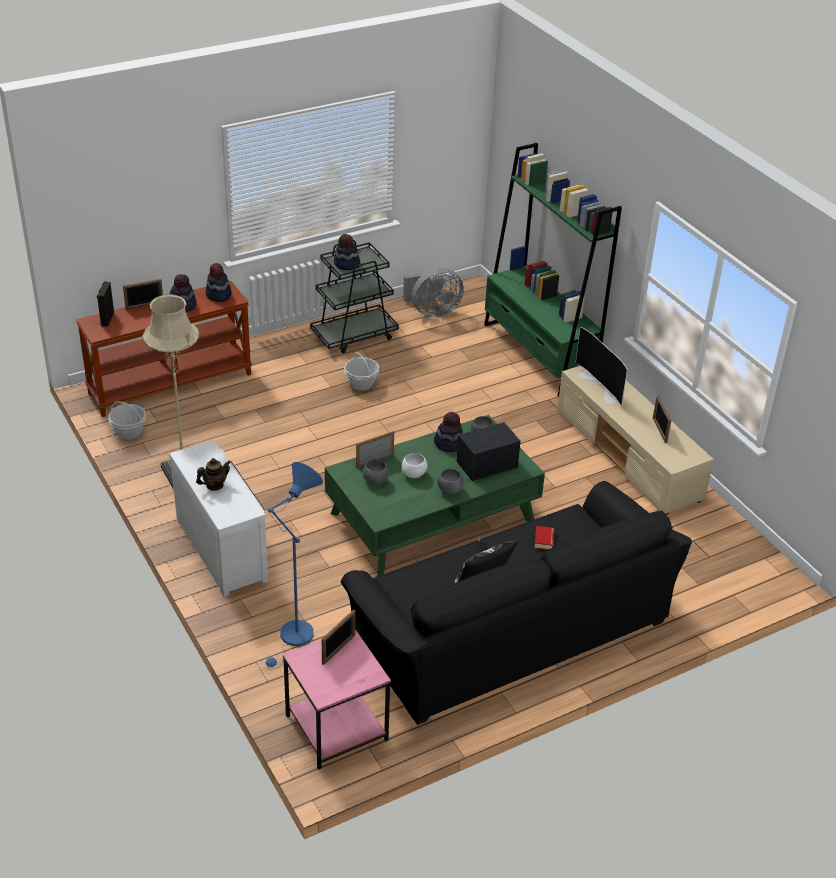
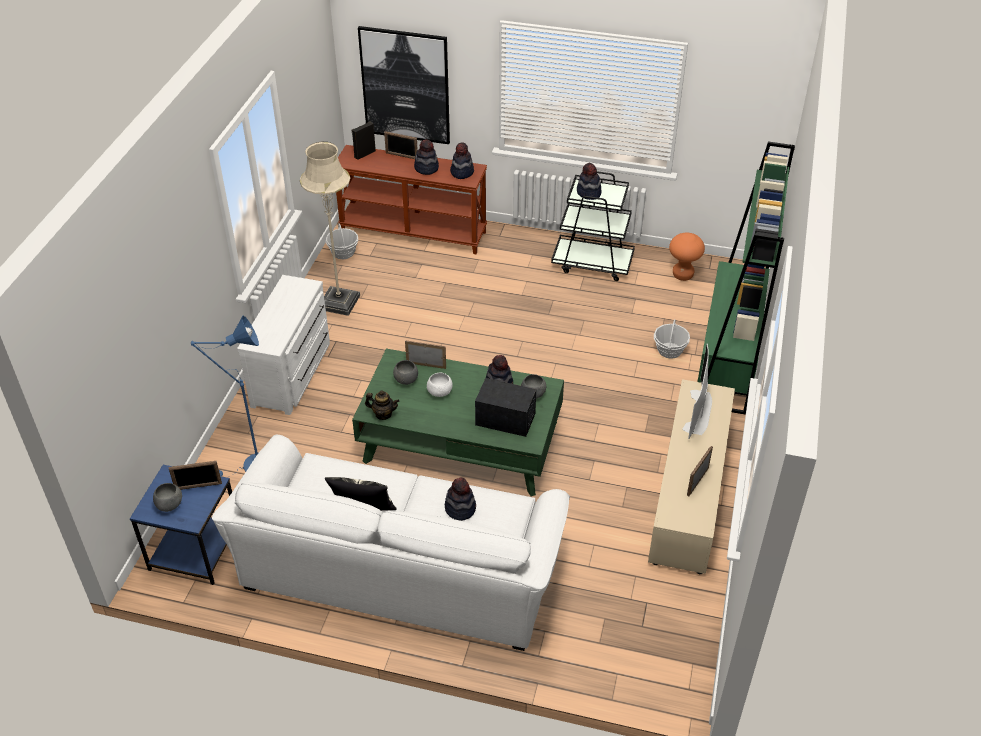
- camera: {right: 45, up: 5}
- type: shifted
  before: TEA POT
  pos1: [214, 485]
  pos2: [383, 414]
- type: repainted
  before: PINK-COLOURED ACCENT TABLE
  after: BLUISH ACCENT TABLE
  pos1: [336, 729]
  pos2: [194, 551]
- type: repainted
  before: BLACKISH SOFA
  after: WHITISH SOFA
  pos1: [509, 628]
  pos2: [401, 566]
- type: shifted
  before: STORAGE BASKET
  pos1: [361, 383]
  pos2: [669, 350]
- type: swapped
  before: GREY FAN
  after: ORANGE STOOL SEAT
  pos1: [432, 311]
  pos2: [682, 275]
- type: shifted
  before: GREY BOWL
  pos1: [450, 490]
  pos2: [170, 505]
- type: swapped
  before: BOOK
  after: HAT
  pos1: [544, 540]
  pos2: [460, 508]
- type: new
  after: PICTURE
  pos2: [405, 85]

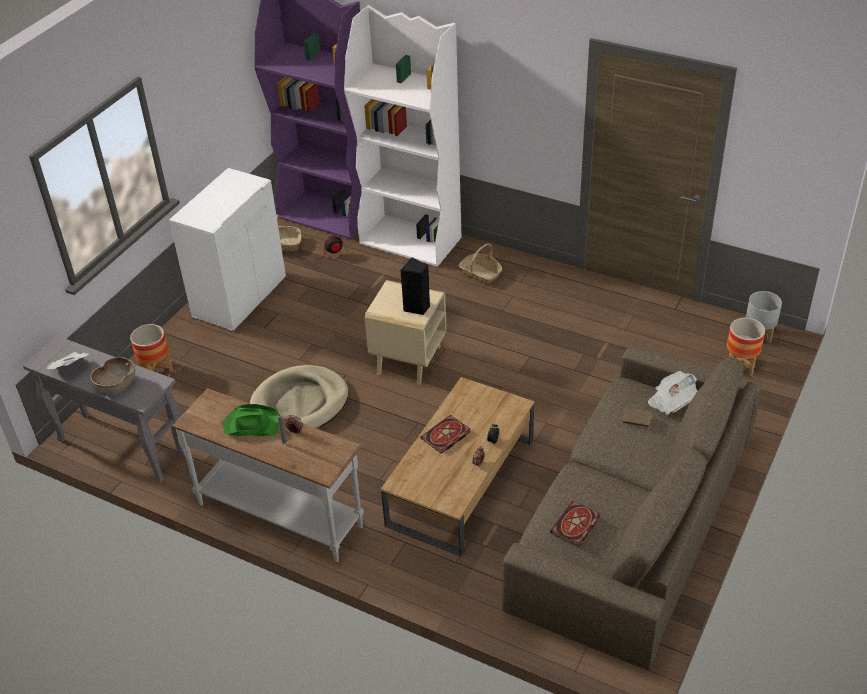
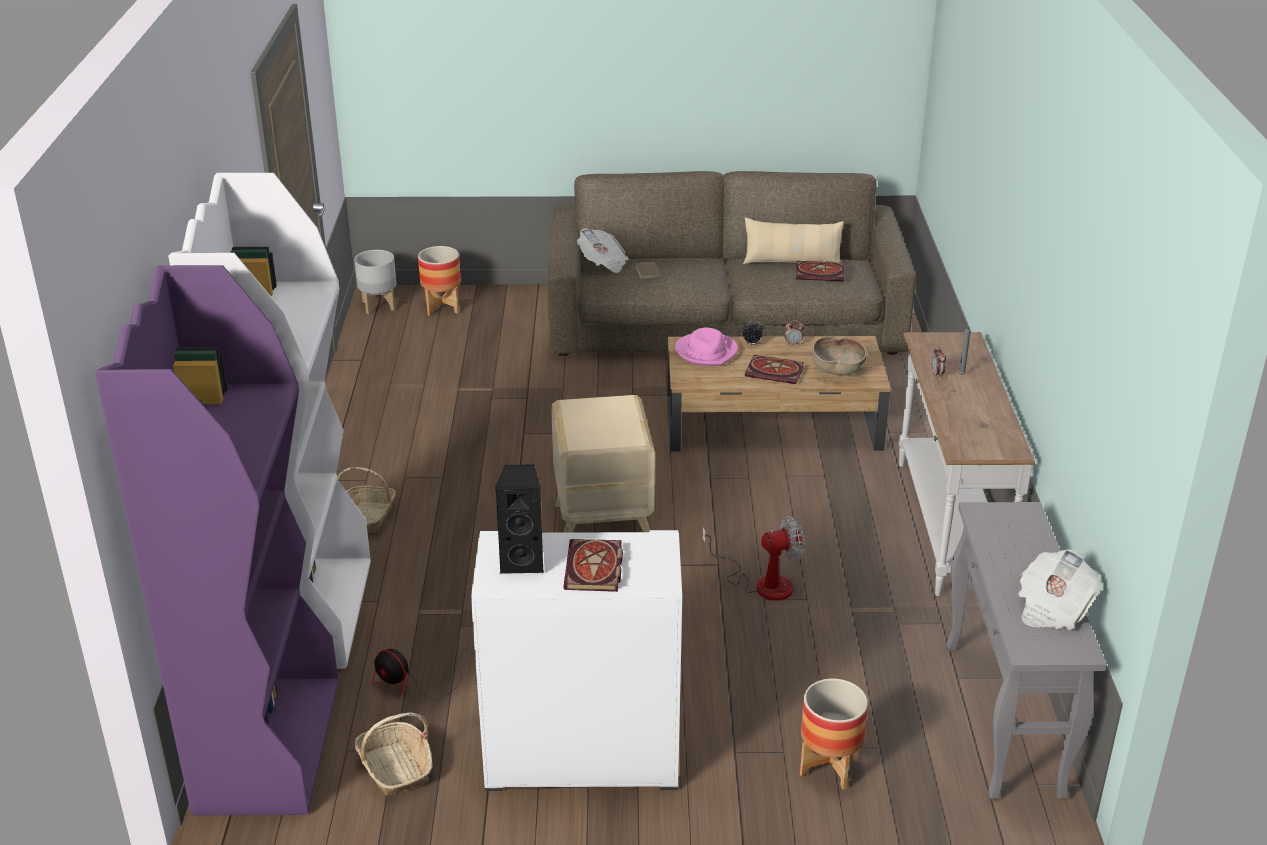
- camera: {right: -120, up: -10}
- type: shifted
  before: BROWN BOWL
  pos1: [117, 385]
  pos2: [837, 370]
- type: gone
  before: GREEN HAT
  pos1: [251, 424]
- type: swapped
  before: BEIGE DOG CUSHION
  after: FAN
  pos1: [300, 403]
  pos2: [762, 583]
- type: shifted
  before: BLACKISH AUDIO SPEAKER
  pos1: [417, 308]
  pos2: [523, 562]
- type: new
  after: BOOK
  pos2: [595, 569]
- type: new
  after: PINK-COLOURED HAT
  pos2: [707, 352]
- type: new
  after: BEIGE PILLOW
  pos2: [792, 262]

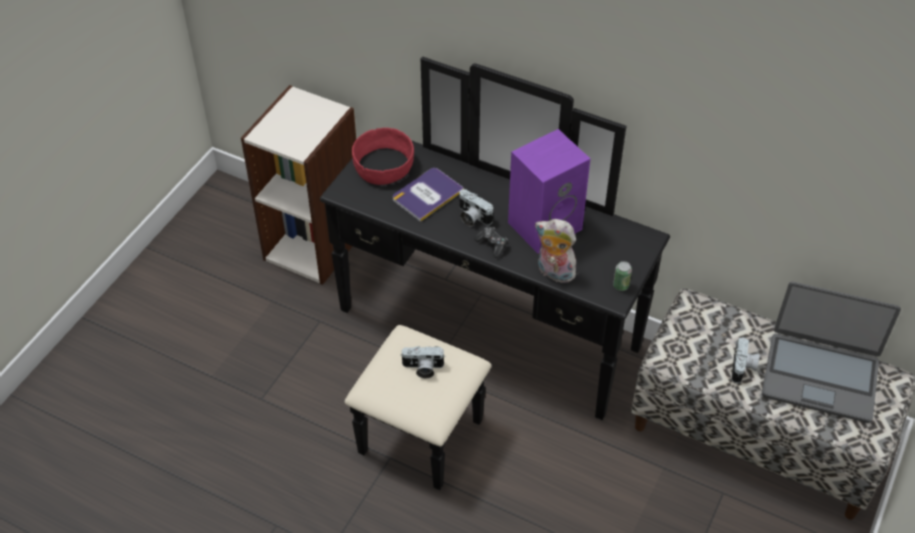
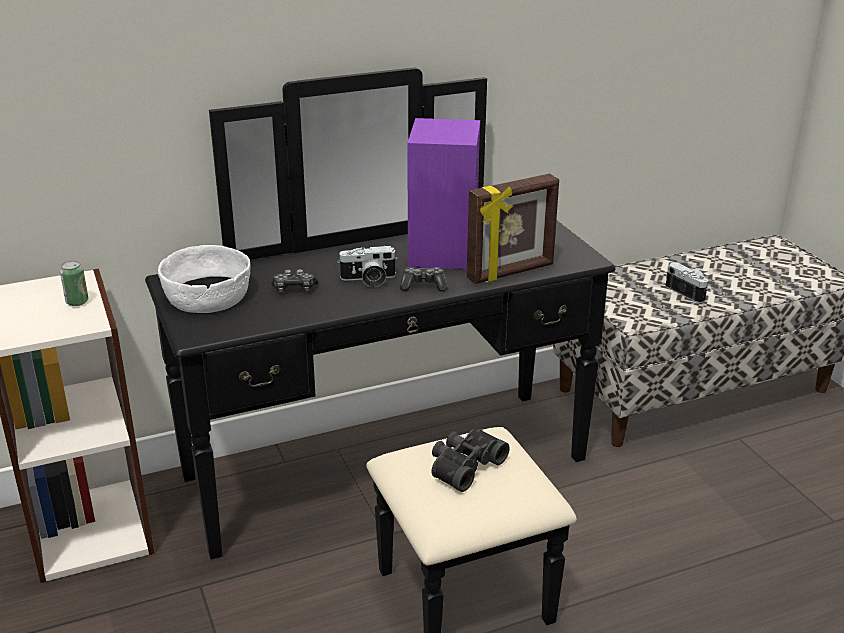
- camera: {right: -50, up: -20}
- type: repainted
  before: REDDISH BOWL
  after: WHITISH BOWL
  pos1: [384, 165]
  pos2: [206, 294]
- type: swapped
  before: BOOK
  after: JOYPAD
  pos1: [427, 194]
  pos2: [294, 289]
- type: swapped
  before: STILL CAMERA
  after: BLACKISH PAIR OF BINOCULARS
  pos1: [422, 368]
  pos2: [464, 466]
- type: swapped
  before: PLUSH TOY
  after: STANDING FRAME
  pos1: [554, 273]
  pos2: [511, 272]
- type: shifted
  before: SEALED CAN
  pos1: [621, 285]
  pos2: [77, 302]
- type: gone
  before: NOTEBOOK COMPUTER
  pos1: [820, 376]

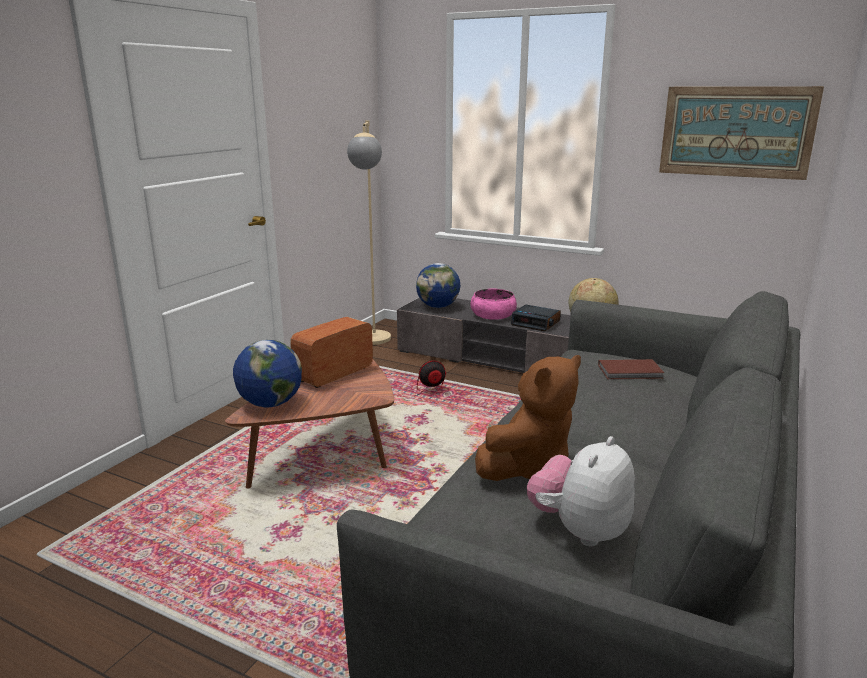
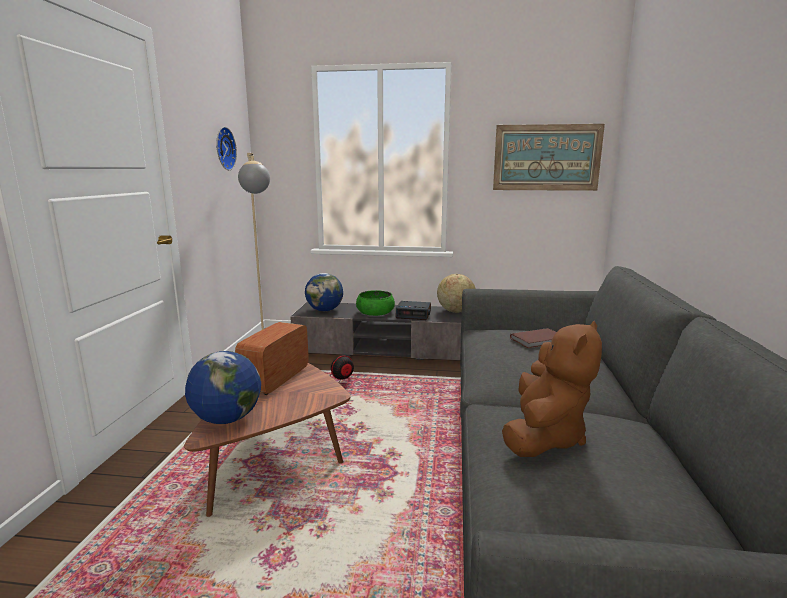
- camera: {right: -20, up: -5}
- type: repainted
  before: PINK-COLOURED BOWL
  after: GREEN BOWL
  pos1: [493, 315]
  pos2: [375, 312]
- type: gone
  before: PLUSH TOY
  pos1: [580, 530]
- type: new
  after: HANGING CLOCK
  pos2: [223, 148]

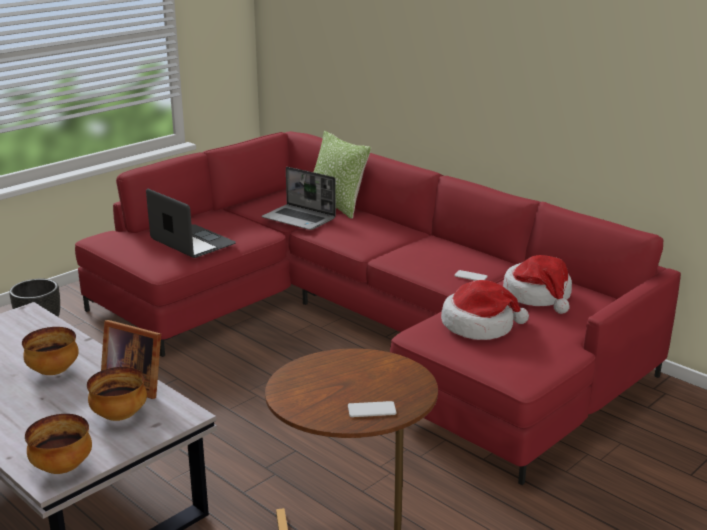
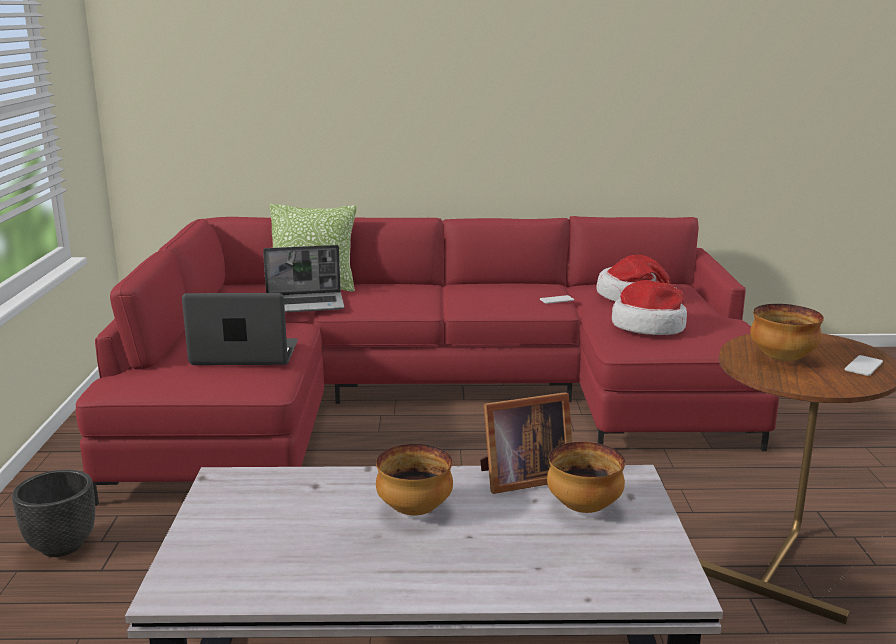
- camera: {right: -45, up: -5}
- type: shifted
  before: BOWL
  pos1: [63, 467]
  pos2: [782, 359]

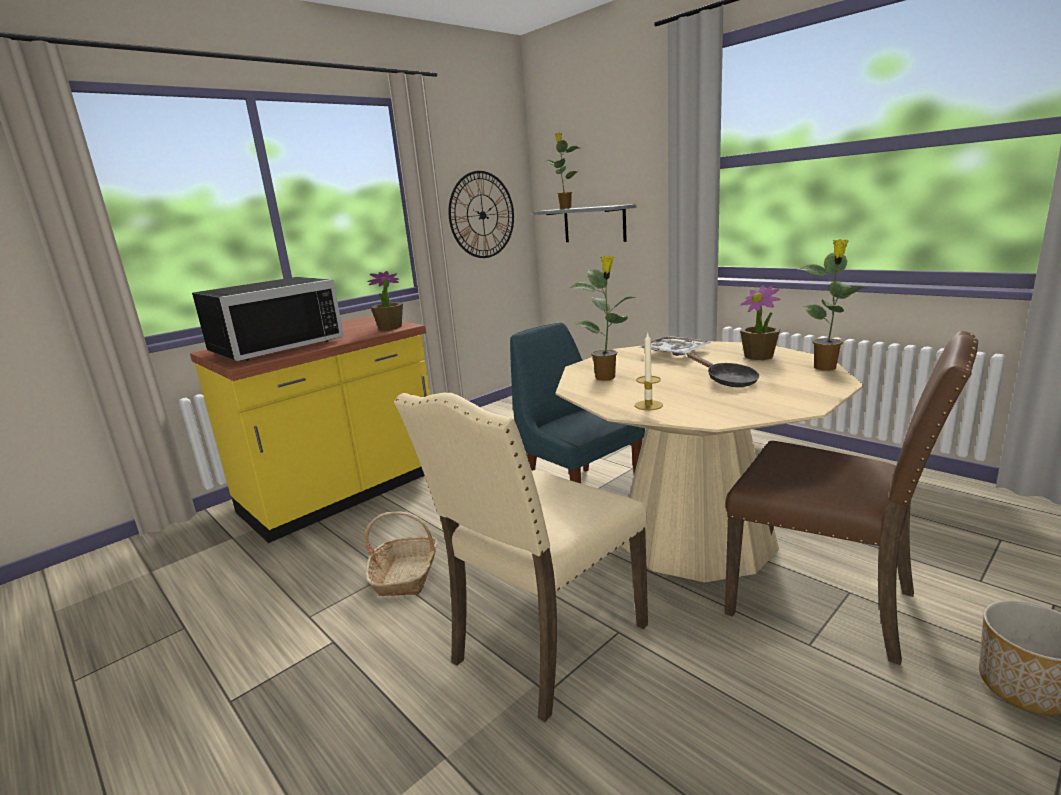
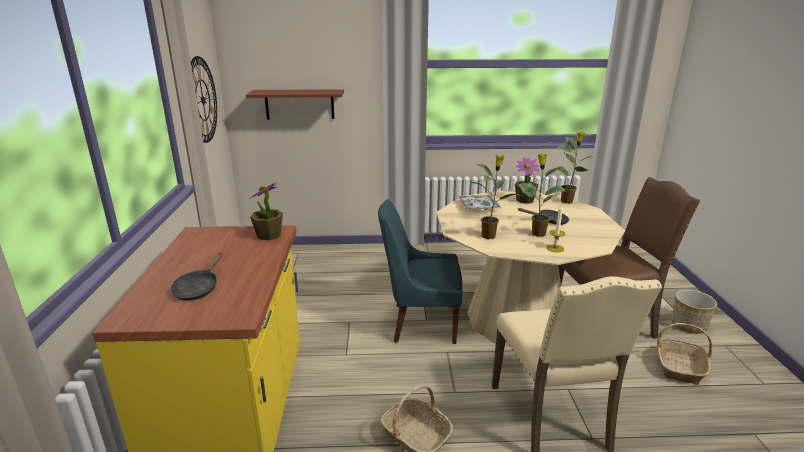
- camera: {right: -50, up: 5}
- type: swapped
  before: BLACKISH KITCHEN MICROWAVE
  after: BLACKISH PAN
  pos1: [274, 346]
  pos2: [198, 288]
- type: repainted
  before: GREY WALL SHELF
  after: BROWN WALL SHELF
  pos1: [594, 224]
  pos2: [299, 104]
- type: shifted
  before: HOUSEPLANT
  pos1: [565, 208]
  pos2: [537, 234]
- type: new
  after: STORAGE BASKET
  pos2: [680, 367]

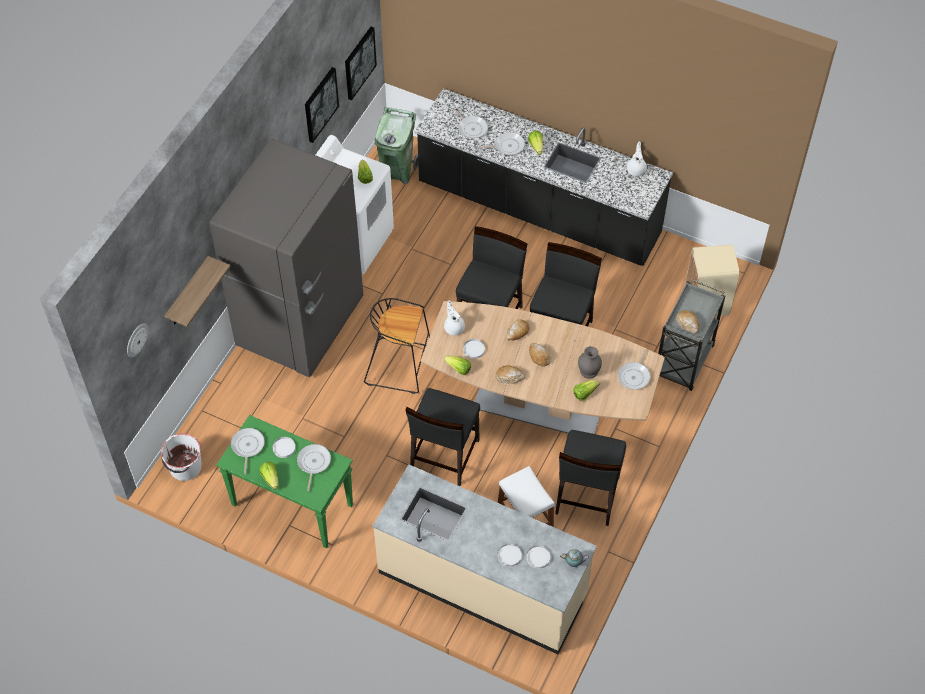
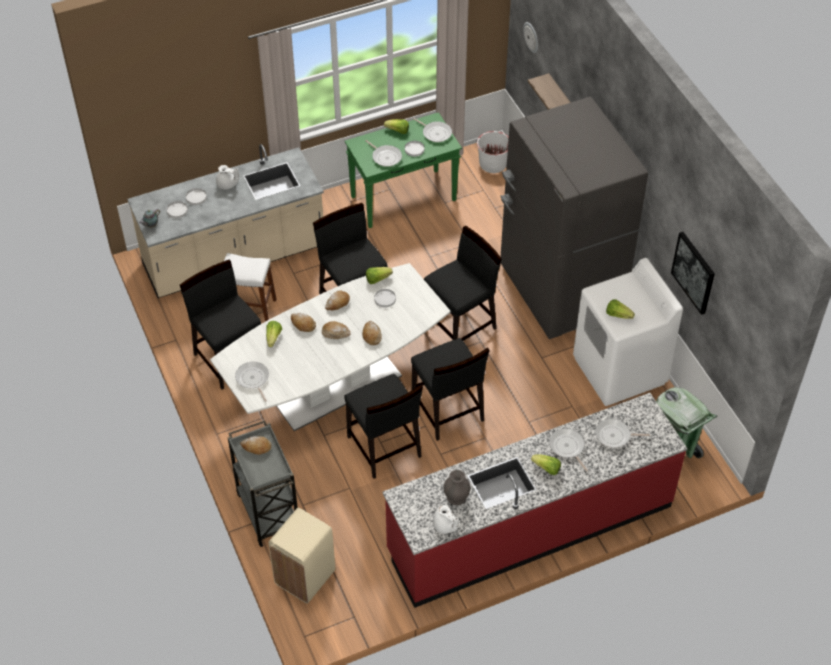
- camera: {right: 130, up: -5}
- type: gone
  before: PICTURE
  pos1: [359, 62]
- type: swapped
  before: BLACKISH STOOL SEAT
  after: BLACKISH UPRIGHT CHAIR
  pos1: [400, 364]
  pos2: [460, 325]
- type: repainted
  before: BLACKISH KITCHEN BASE UNIT
  after: REDDISH KITCHEN BASE UNIT
  pos1: [538, 210]
  pos2: [529, 528]
- type: repainted
  before: BROWN KITCHEN TABLE
  after: WHITISH KITCHEN TABLE
  pos1: [539, 403]
  pos2: [335, 386]
- type: shifted
  before: WHITISH TEA POT
  pos1: [454, 327]
  pos2: [227, 185]
- type: rotated
  before: PAN
  pos1: [507, 146]
  pos2: [567, 447]
  turn: 120
- type: shifted
  before: GREY VASE
  pos1: [588, 370]
  pos2: [457, 497]
- type: new
  after: BREAD
  pos2: [303, 324]

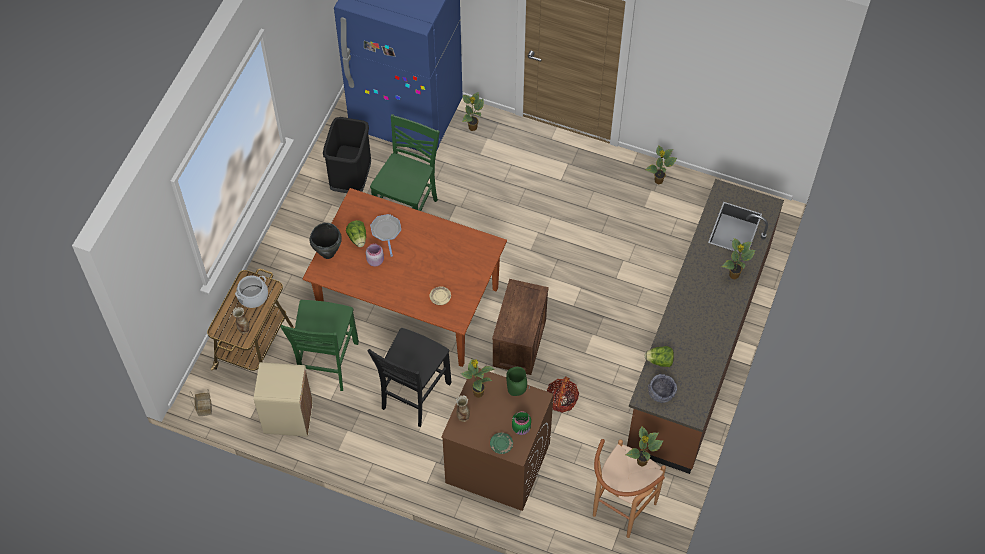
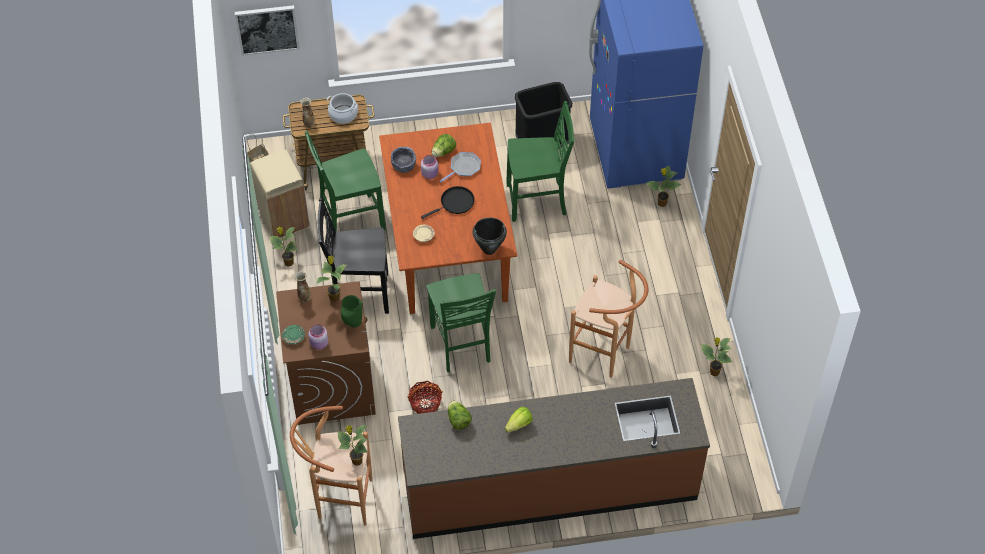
- camera: {right: 60, up: -5}
- type: shifted
  before: BLACKISH SAUCEPOT
  pos1: [327, 253]
  pos2: [489, 249]
- type: swapped
  before: CRATE
  after: GREEN UPRIGHT CHAIR
  pos1: [520, 343]
  pos2: [461, 345]
- type: repainted
  before: GREEN PRESERVE JAR
  after: PINK-COLOURED PRESERVE JAR
  pos1: [521, 428]
  pos2: [319, 344]
- type: shifted
  before: GREY BOWL
  pos1: [661, 393]
  pos2: [404, 165]
- type: shifted
  before: HOUSEPLANT
  pos1: [733, 276]
  pos2: [288, 262]
- type: new
  after: PICTURE
  pos2: [267, 29]
- type: new
  after: BLACKISH PAN
  pos2: [455, 203]
- type: new
  after: LETTUCE HEAD
  pos2: [519, 425]
- type: new
  after: BROWN STOOL SEAT
  pos2: [605, 356]

